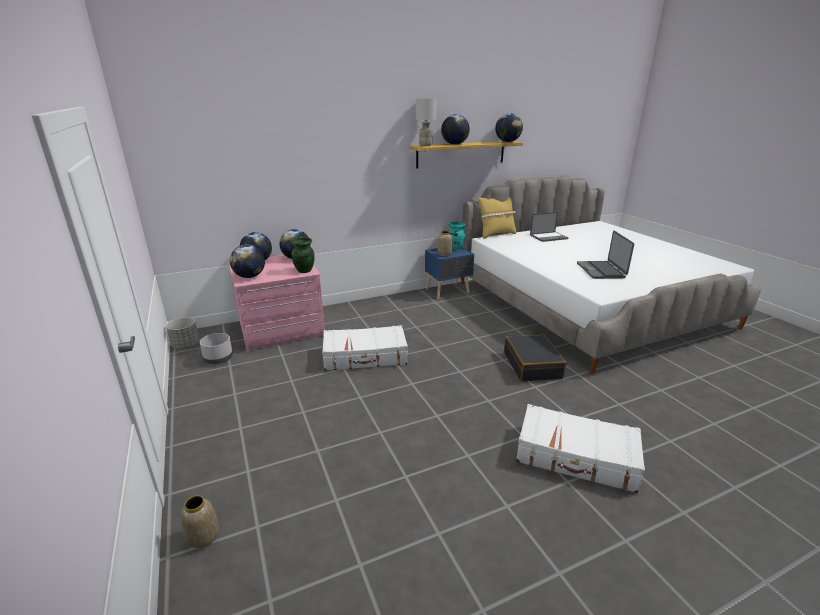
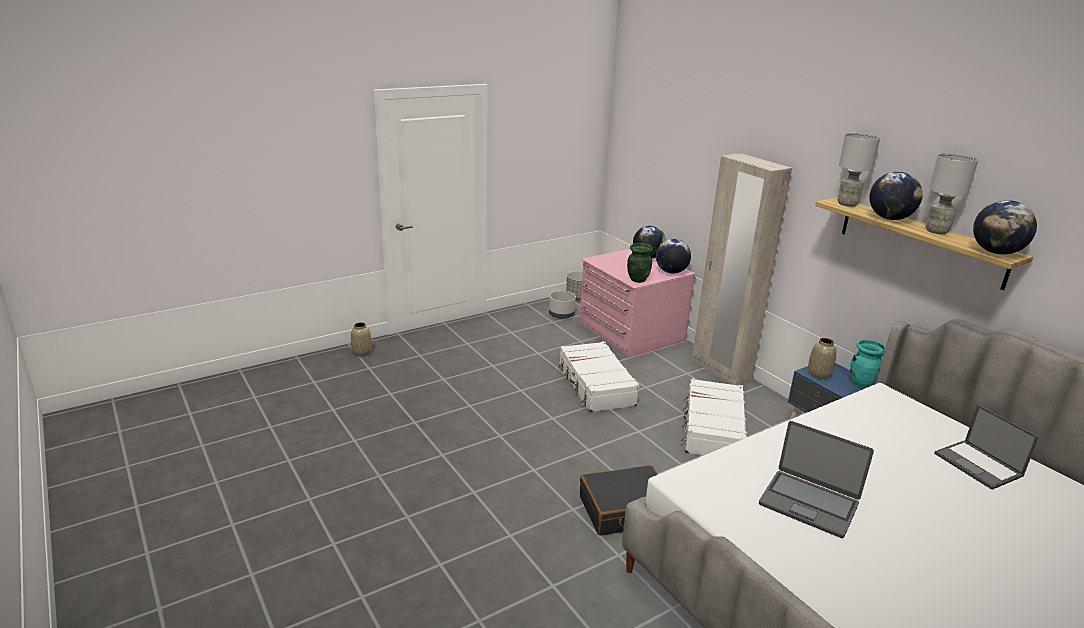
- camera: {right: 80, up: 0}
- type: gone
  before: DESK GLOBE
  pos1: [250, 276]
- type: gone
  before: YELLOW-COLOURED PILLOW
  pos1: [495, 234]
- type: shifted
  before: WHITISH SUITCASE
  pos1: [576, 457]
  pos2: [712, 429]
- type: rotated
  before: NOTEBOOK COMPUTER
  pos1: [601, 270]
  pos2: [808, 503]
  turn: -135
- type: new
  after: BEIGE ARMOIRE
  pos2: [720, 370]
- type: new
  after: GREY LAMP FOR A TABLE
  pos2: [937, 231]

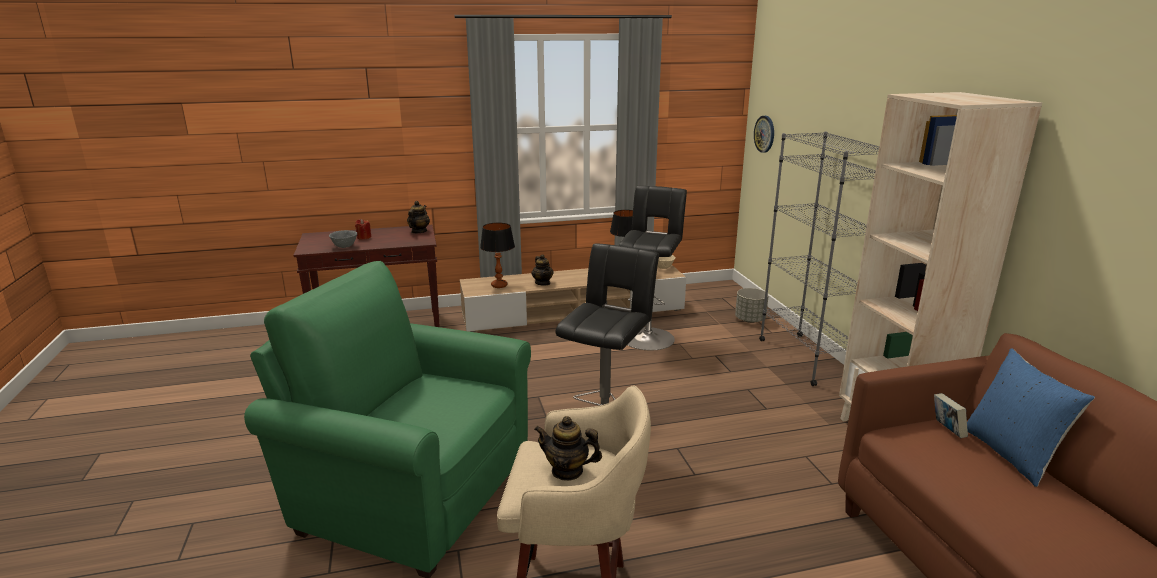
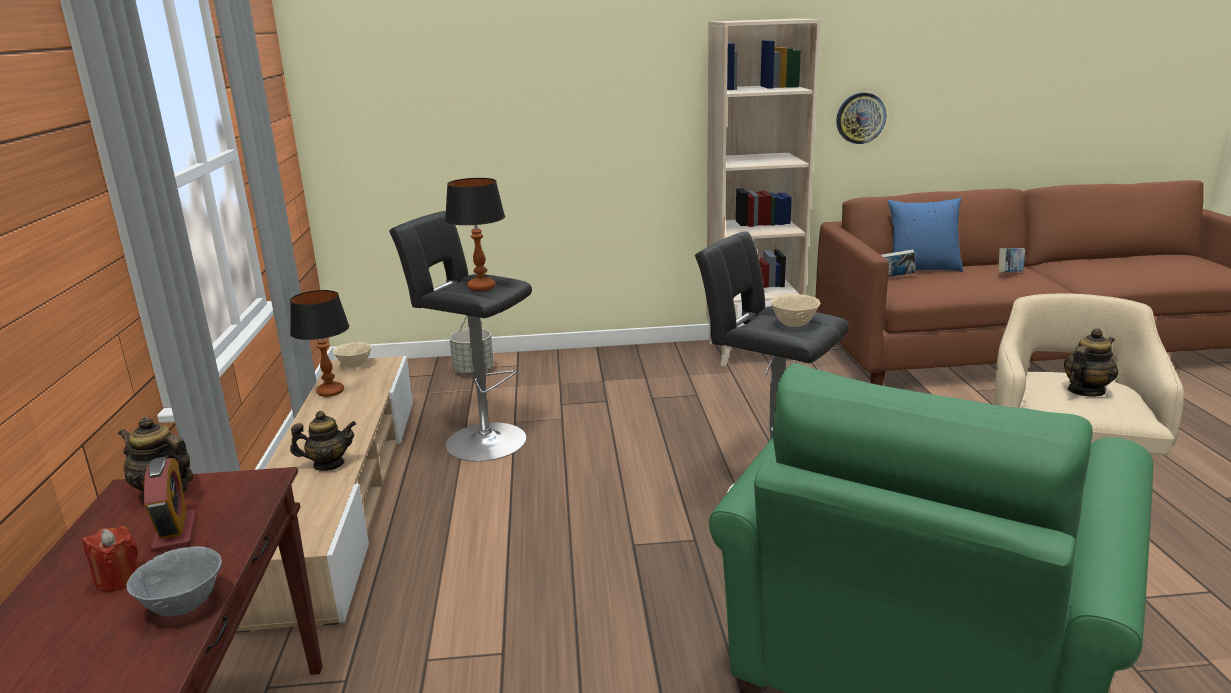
- camera: {right: -80, up: 0}
- type: shifted
  before: LAMP FOR A TABLE
  pos1: [499, 285]
  pos2: [481, 287]
- type: rotated
  before: TEA POT
  pos1: [567, 471]
  pos2: [1085, 391]
  turn: -150
- type: shifted
  before: HANGING CLOCK
  pos1: [764, 134]
  pos2: [860, 118]
- type: gone
  before: GREY BOOKCASE
  pos1: [805, 358]
- type: new
  after: TABLE CLOCK
  pos2: [175, 532]
- type: new
  after: BEIGE BOWL
  pos2: [794, 324]
- type: new
  after: BOOK
  pos2: [1009, 274]

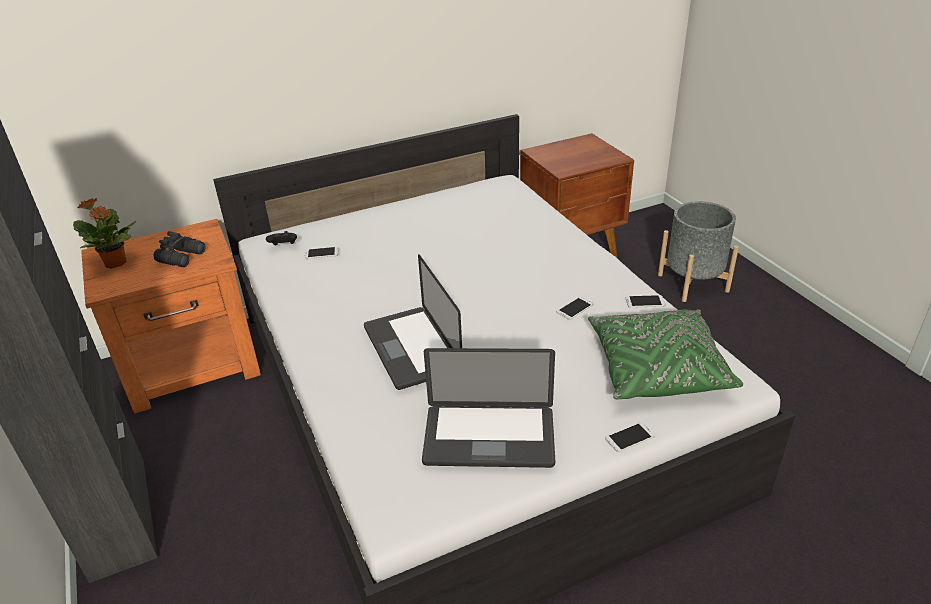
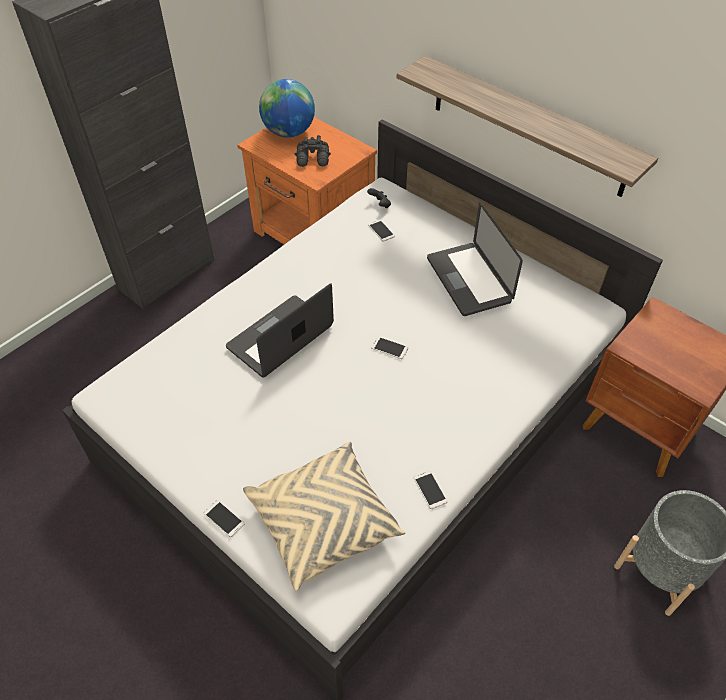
- camera: {right: 65, up: 15}
- type: swapped
  before: HOUSEPLANT
  after: DESK GLOBE
  pos1: [116, 263]
  pos2: [289, 132]
- type: shifted
  before: NOTEBOOK COMPUTER
  pos1: [489, 438]
  pos2: [468, 280]
- type: shifted
  before: PHONE
  pos1: [575, 308]
  pos2: [389, 348]
- type: repainted
  before: GREEN PILLOW
  after: BEIGE PILLOW
  pos1: [657, 368]
  pos2: [324, 521]
- type: new
  after: WALL SHELF
  pos2: [528, 126]

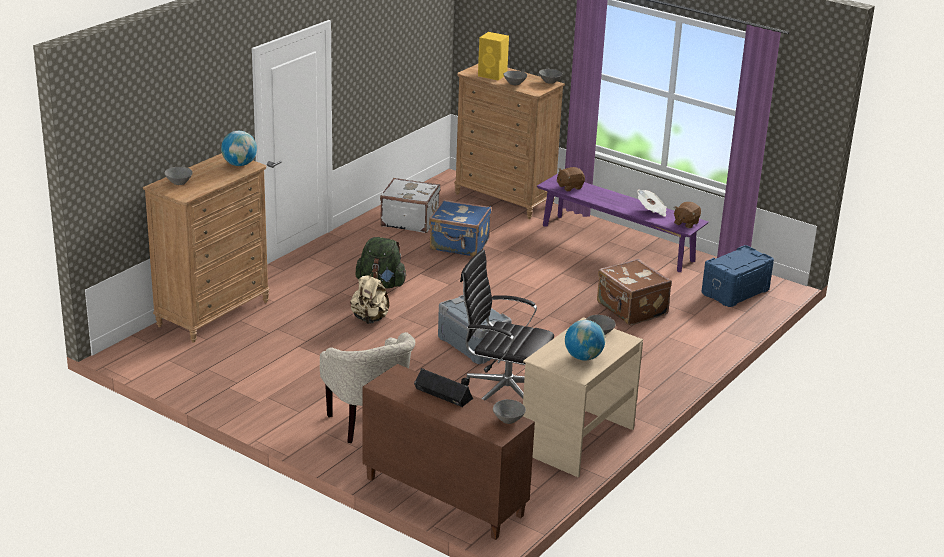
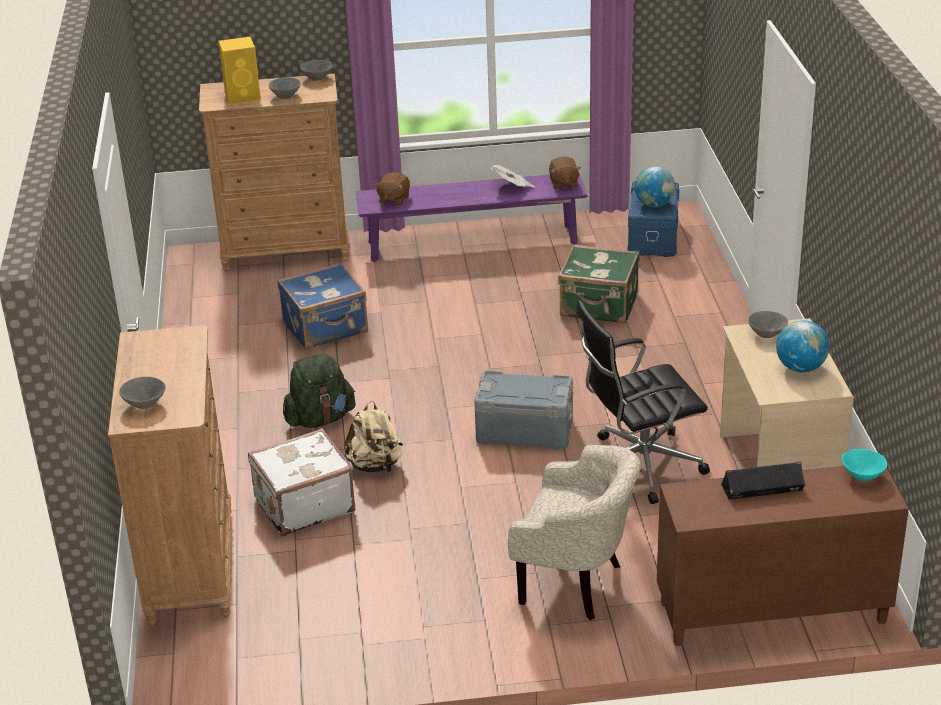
- camera: {right: -40, up: 5}
- type: shifted
  before: DESK GLOBE
  pos1: [239, 164]
  pos2: [654, 204]
- type: shifted
  before: WHITISH SUITCASE
  pos1: [409, 221]
  pos2: [303, 505]
- type: repainted
  before: GREY BOWL
  after: TURQUOISE BOWL
  pos1: [508, 420]
  pos2: [862, 475]
- type: repainted
  before: BROWN SUITCASE
  after: GREEN SUITCASE
  pos1: [631, 309]
  pos2: [599, 306]

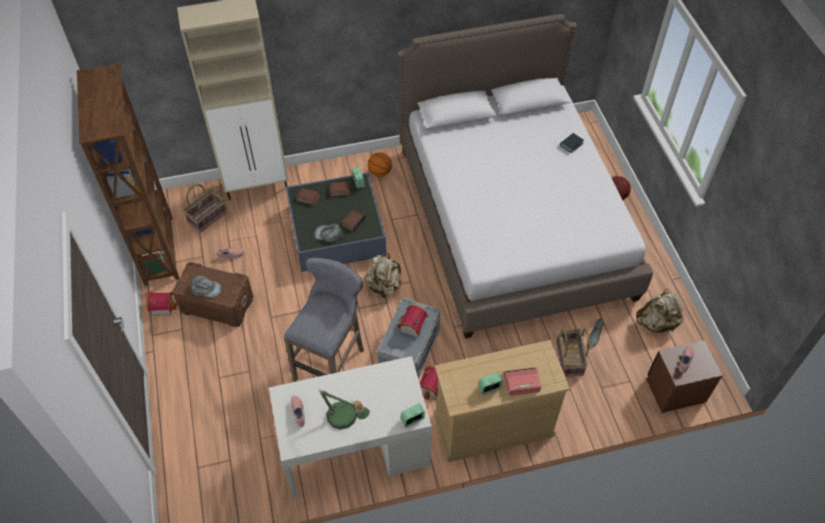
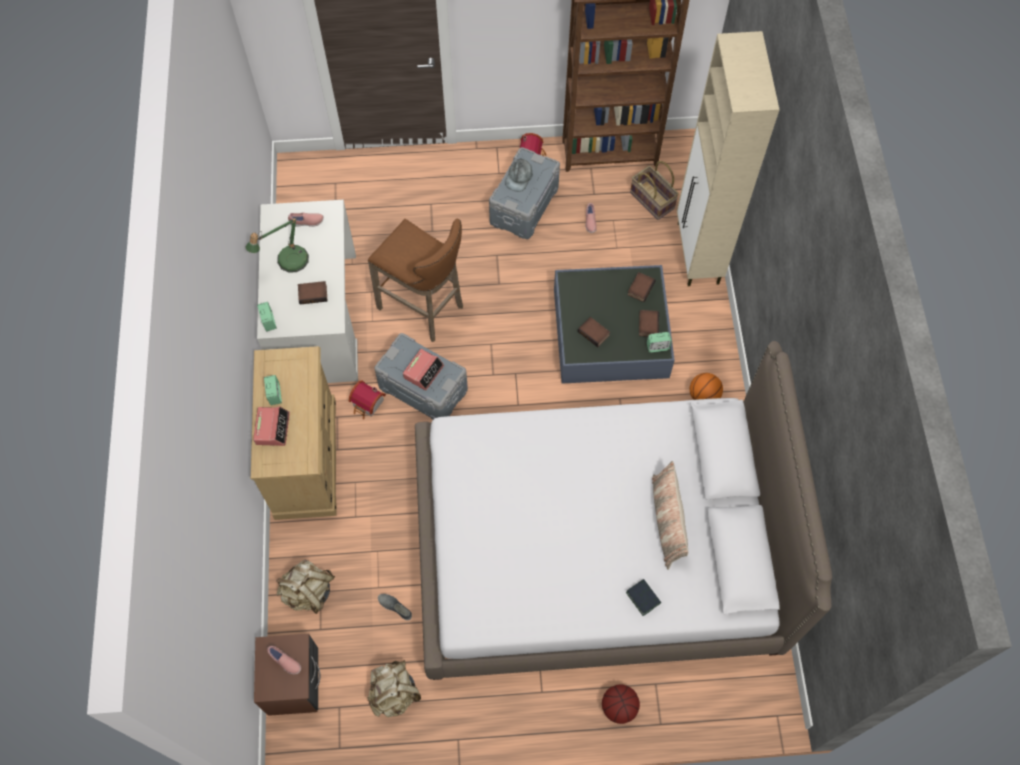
- camera: {right: 100, up: 10}
- type: repainted
  before: BROWN STORAGE CONTAINER
  after: GREY STORAGE CONTAINER
  pos1: [217, 304]
  pos2: [525, 205]
- type: repainted
  before: GREY STOOL SEAT
  after: BROWN STOOL SEAT
  pos1: [332, 362]
  pos2: [424, 308]
- type: gone
  before: GREY CAP
  pos1: [329, 234]
- type: shifted
  before: BEIGE BACKPACK
  pos1: [384, 286]
  pos2: [308, 592]
- type: swapped
  before: MODEL HOUSE
  after: TABLE CLOCK
  pos1: [411, 327]
  pos2: [423, 371]
- type: gone
  before: STORAGE BASKET
  pos1: [570, 359]
- type: new
  after: BOOK
  pos2: [313, 293]
- type: new
  after: PILLOW
  pos2: [667, 521]

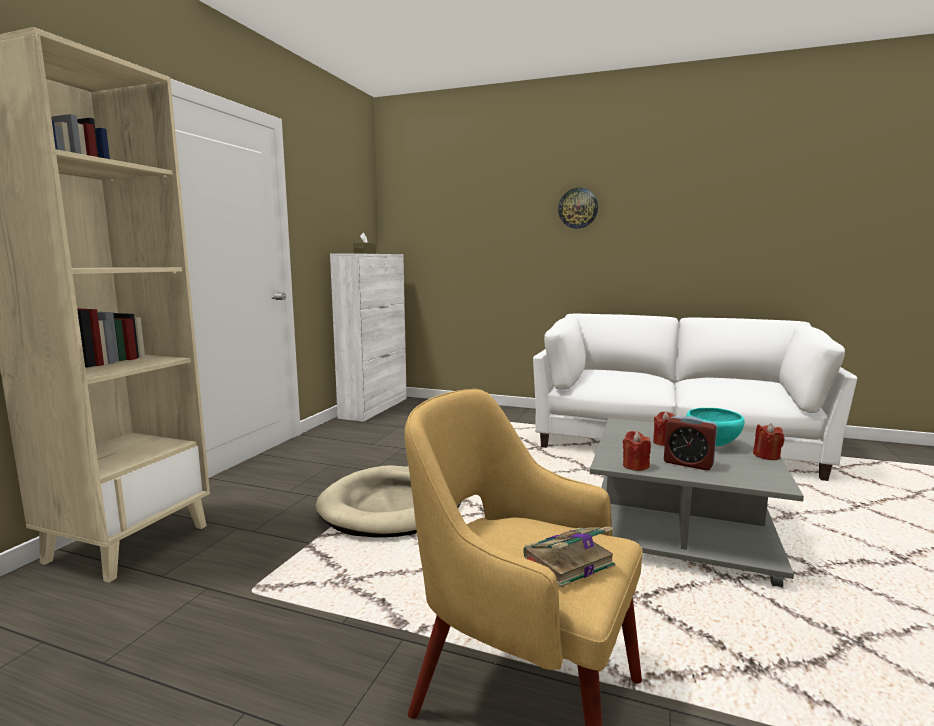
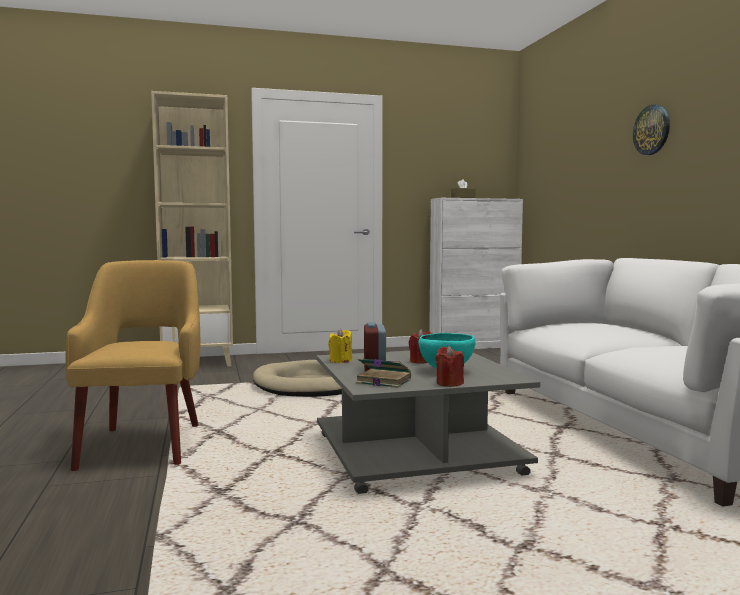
- camera: {right: 55, up: -5}
- type: shifted
  before: BOOK
  pos1: [566, 562]
  pos2: [382, 381]
- type: repainted
  before: REDDISH CANDLE
  after: YELLOW-COLOURED CANDLE
  pos1: [635, 466]
  pos2: [340, 361]

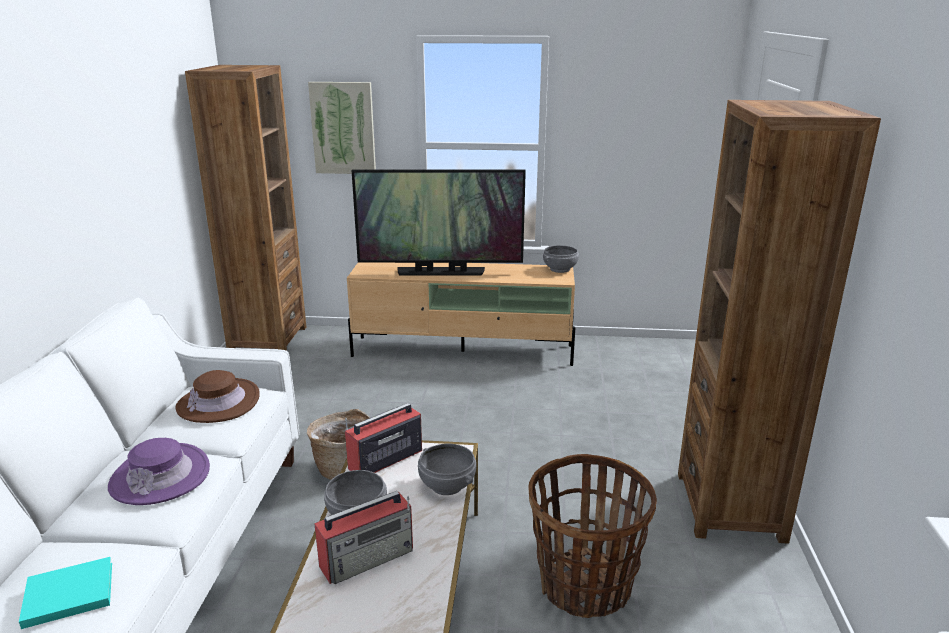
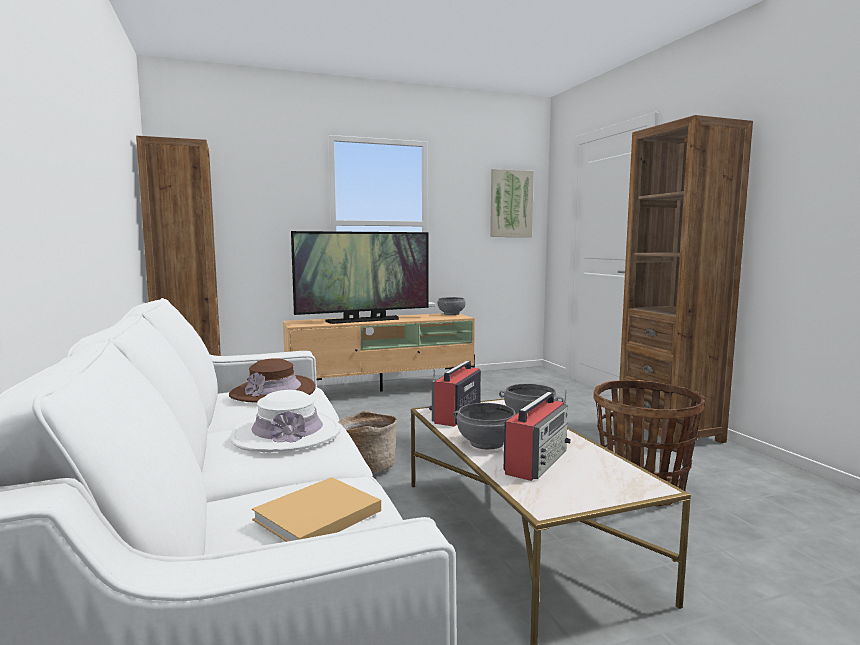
- camera: {right: -25, up: -15}
- type: repainted
  before: TURQUOISE BOOK
  after: BEIGE BOOK
  pos1: [66, 595]
  pos2: [314, 516]
- type: repainted
  before: PURPLE HAT
  after: WHITISH HAT
  pos1: [160, 476]
  pos2: [287, 433]
- type: shifted
  before: PICTURE
  pos1: [343, 128]
  pos2: [511, 204]

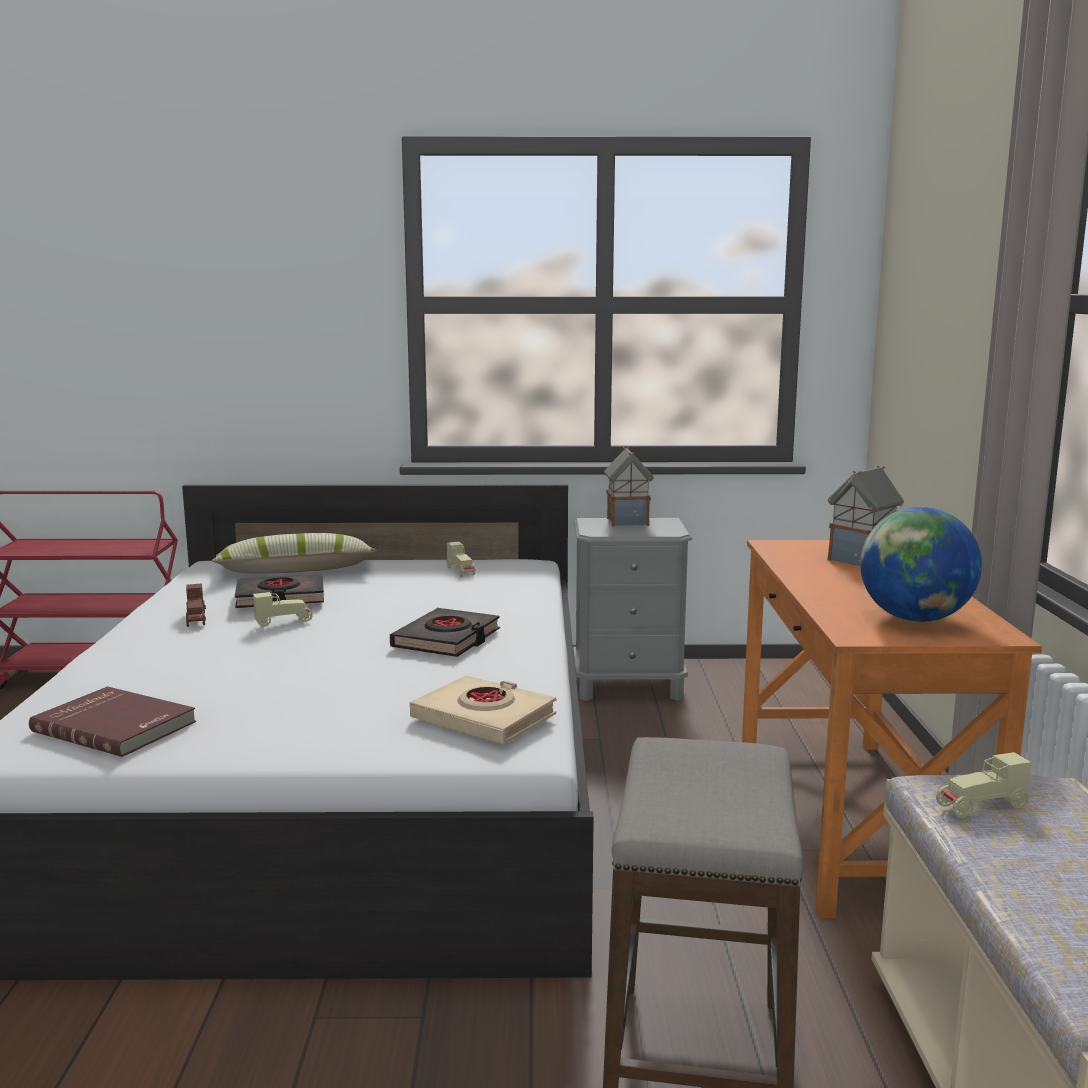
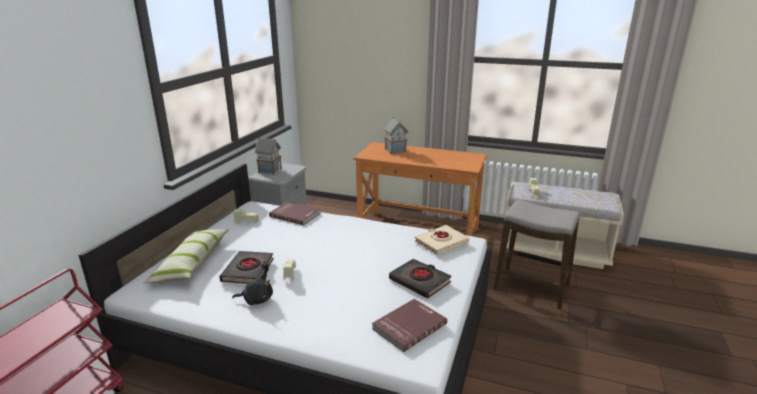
- camera: {right: -70, up: 10}
- type: swapped
  before: BROWN TOY CAR
  after: BLACKISH PLUSH TOY
  pos1: [196, 619]
  pos2: [256, 300]
- type: shifted
  before: BLACKISH BOOK
  pos1: [447, 639]
  pos2: [420, 281]
- type: gone
  before: DESK GLOBE
  pos1: [915, 619]
- type: new
  after: REDDISH BOOK
  pos2: [296, 214]

